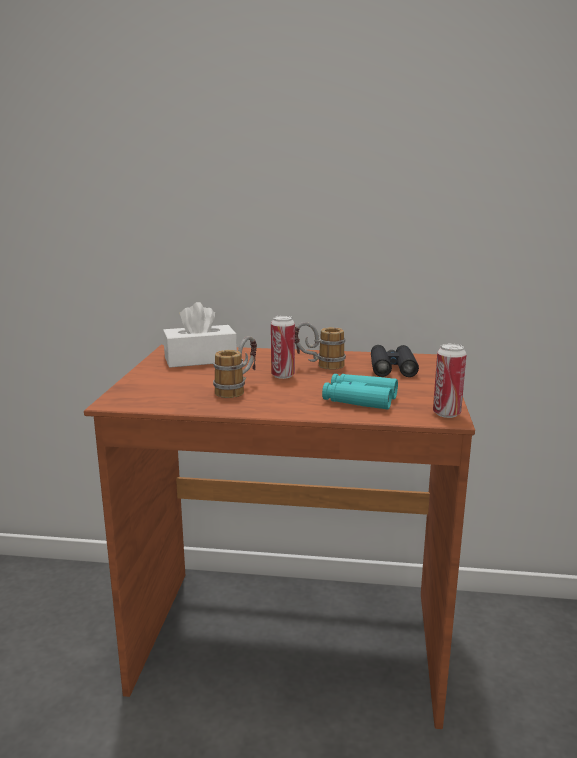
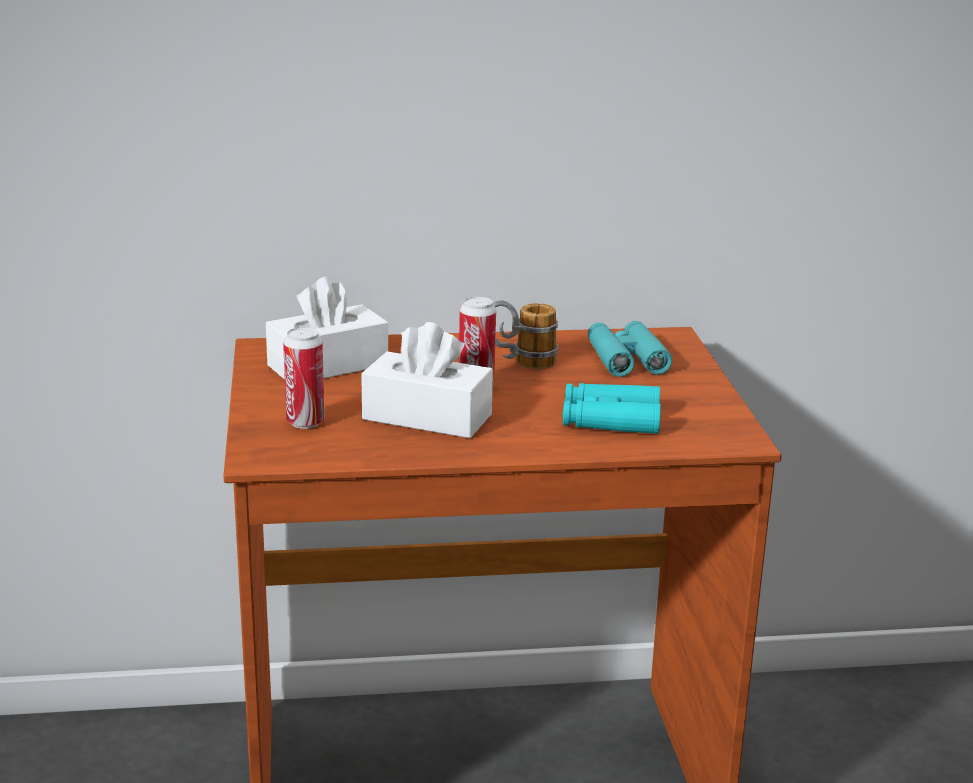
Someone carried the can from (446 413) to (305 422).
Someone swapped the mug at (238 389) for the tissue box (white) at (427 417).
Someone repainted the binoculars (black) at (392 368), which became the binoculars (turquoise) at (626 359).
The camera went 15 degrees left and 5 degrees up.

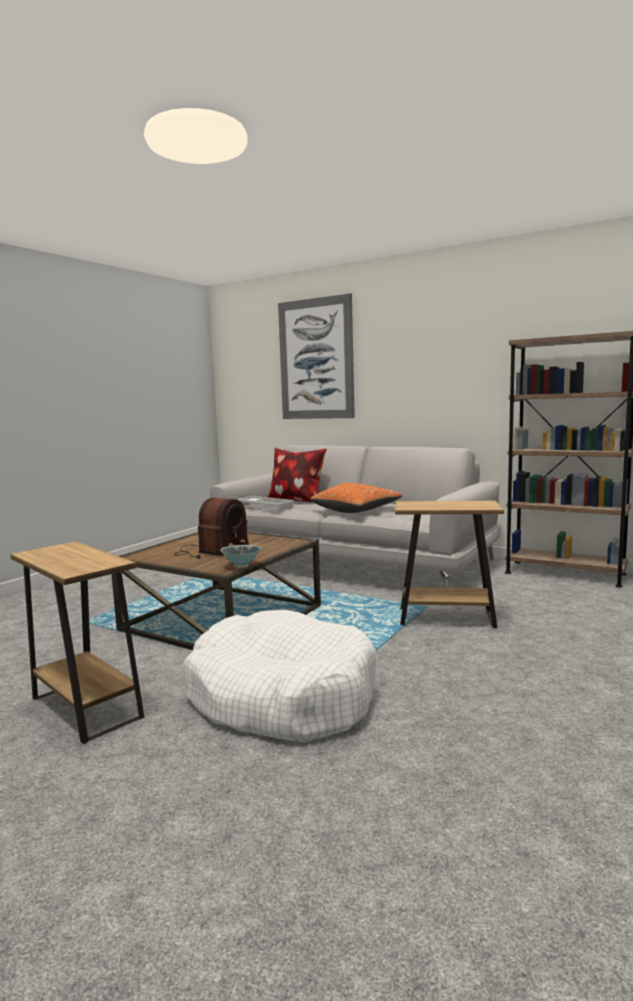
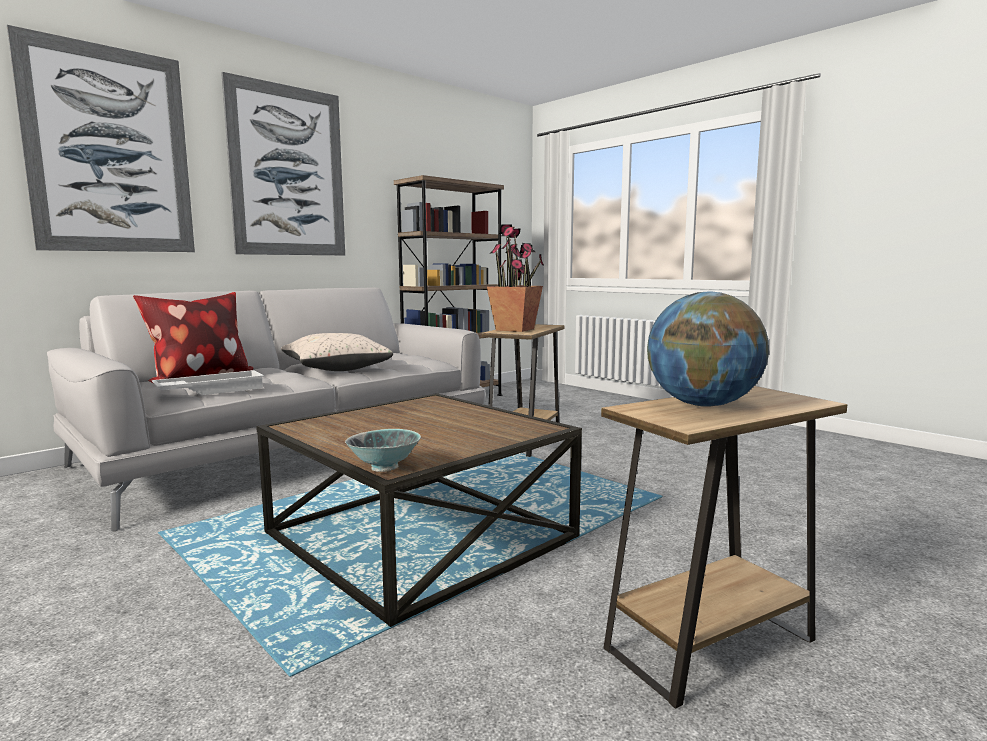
Someone took away the radio at (210 551).
Someone took away the dog bed (white) at (281 696).
Someone put up the picture at (288 172).
Someone put down the potted plant at (515 329).
Someone put down the globe at (702 405).
Someone carried the bowl from (241 566) to (385 468).
Someone repainted the pillow (orange) at (356 510), which became the pillow (beige) at (336 369).
The camera went 75 degrees left and 0 degrees up.

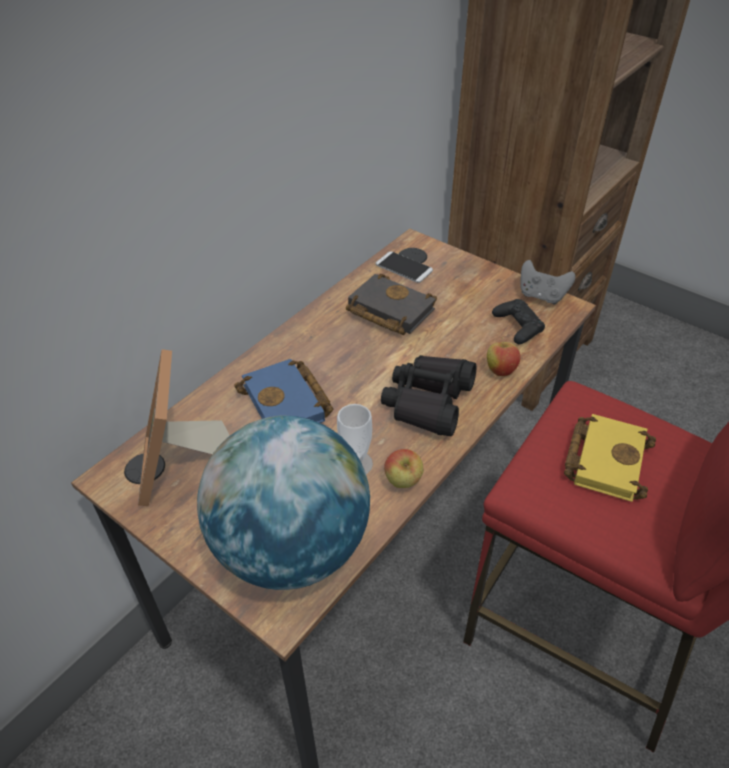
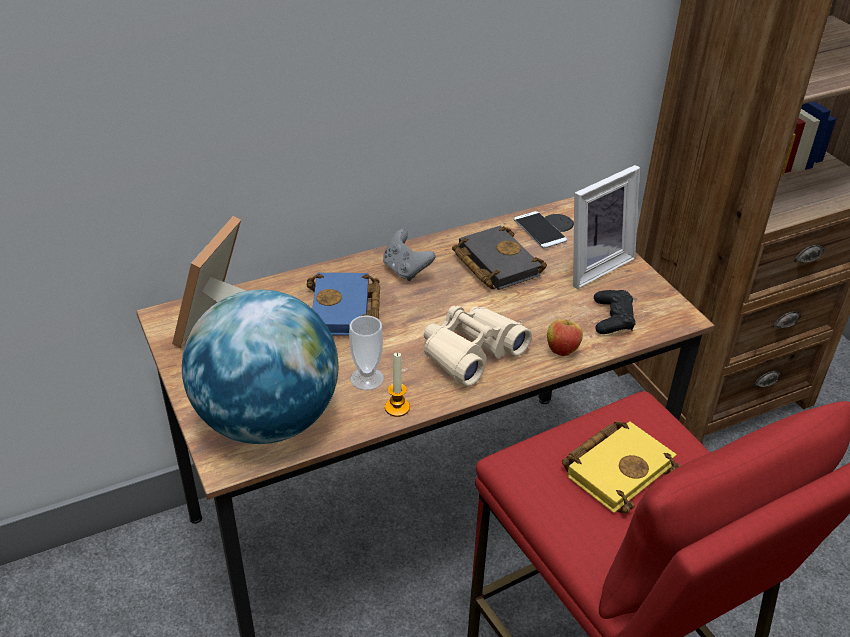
Someone put down the picture frame at (593 265).
Someone carried the game controller (grey) from (541 296) to (406 270).
Someone swapped the apple at (403 482) for the candle at (397 408).
Someone repainted the binoculars (black) at (428 401), which became the binoculars (beige) at (471 352).
The camera went 25 degrees right and 5 degrees down.

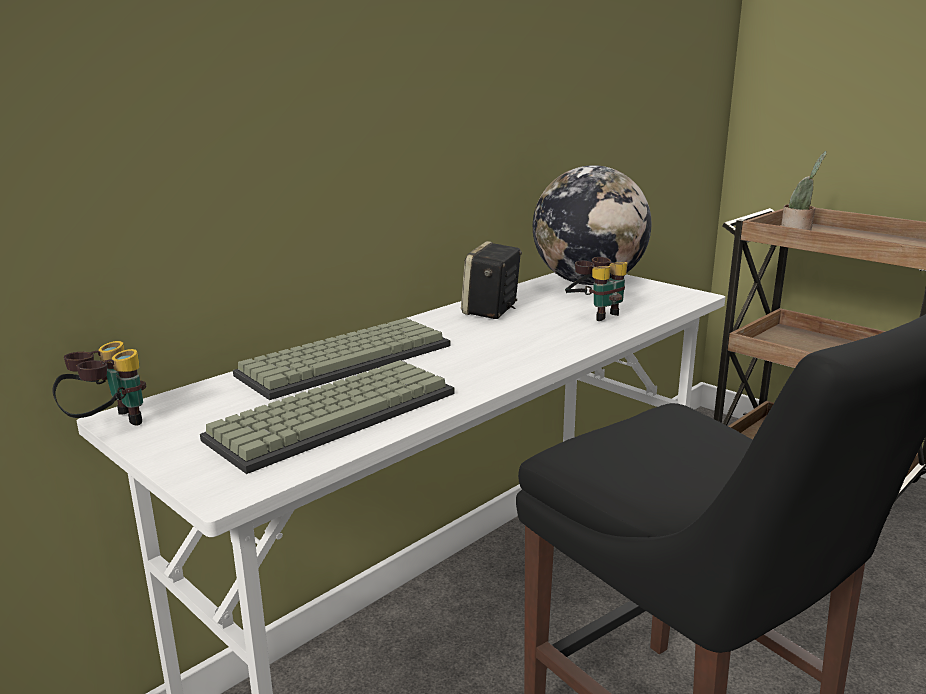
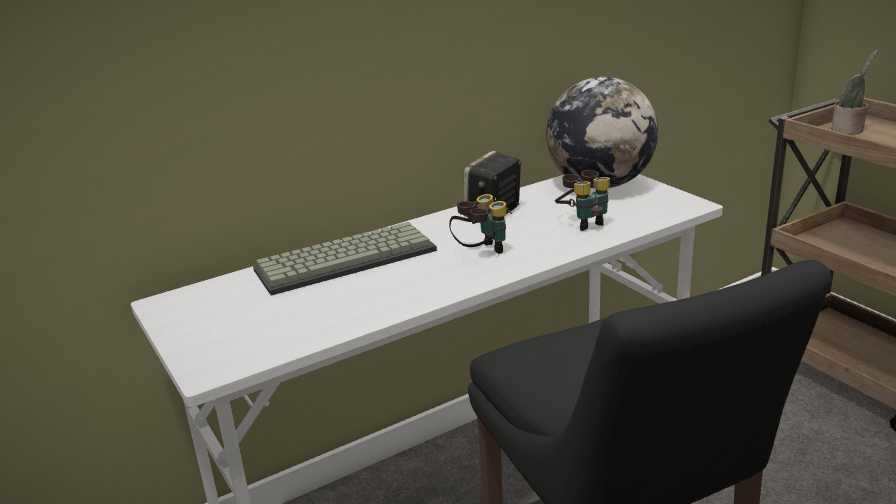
Someone took away the keyboard at (335 413).
Someone carried the binoculars from (108 426) to (480 253).
The camera went 15 degrees right and 5 degrees up.

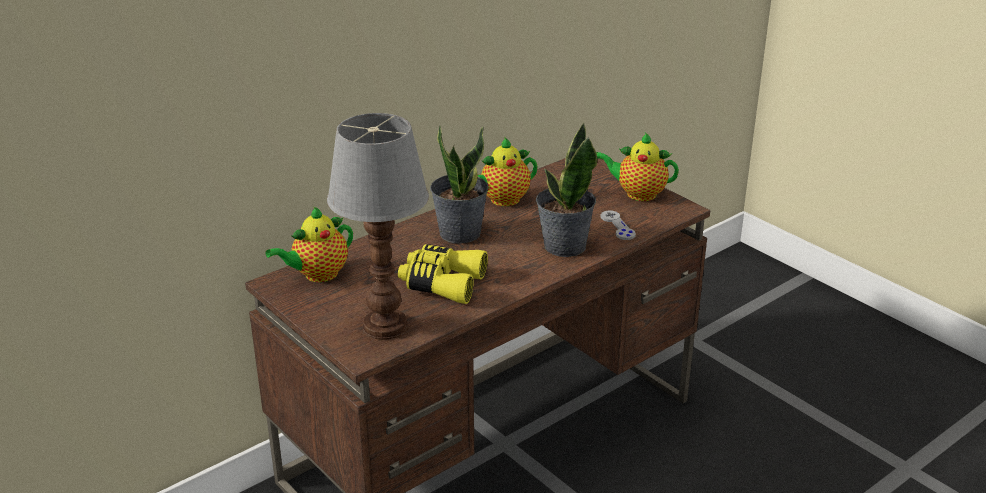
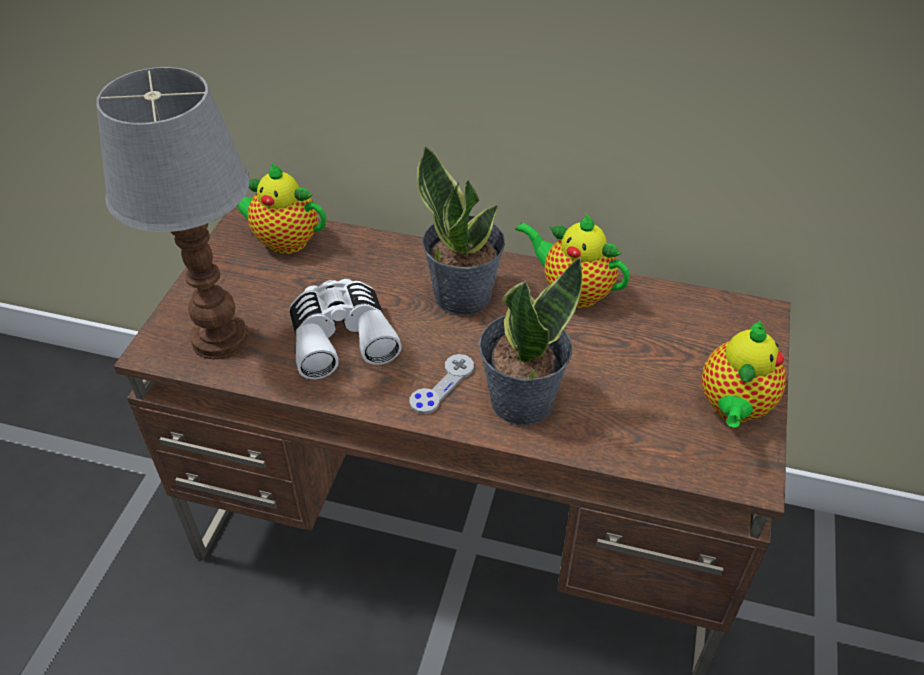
Someone carried the game controller (grey) from (617 226) to (442 385).
Someone repainted the binoculars (yellow) at (441 283), which became the binoculars (white) at (341 336).
Someone rotated the teapot at (637 194) by 135 degrees counterclockwise.
The camera went 55 degrees right and 15 degrees up.

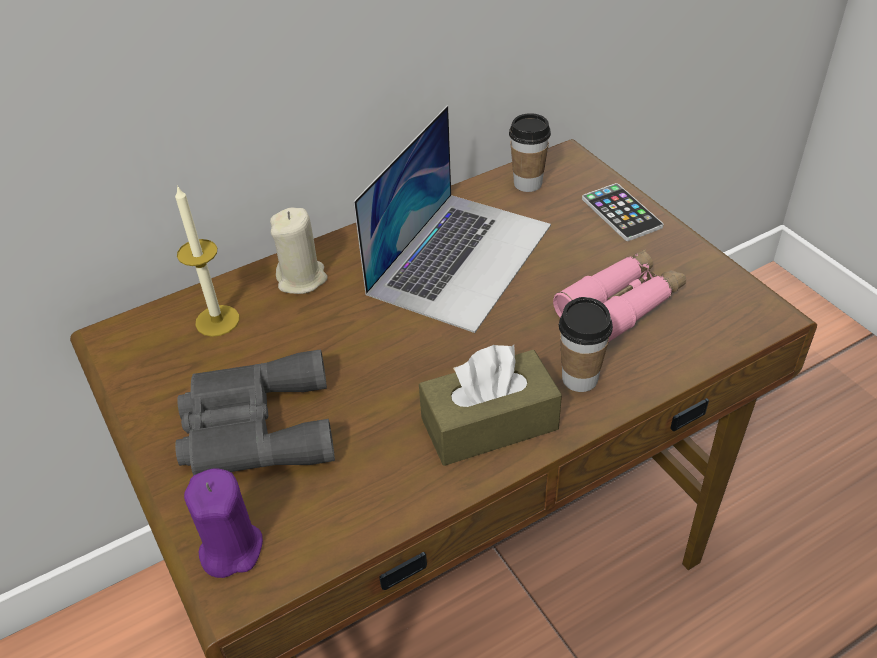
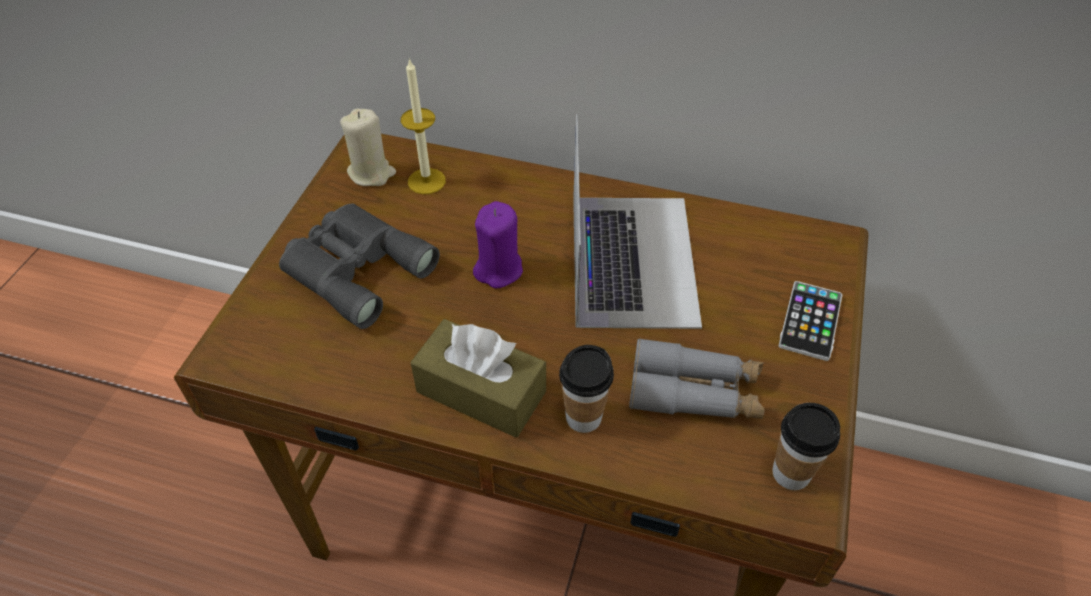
Someone carried the candle (purple) from (231 548) to (498 269).
Someone carried the candle (beige) from (302 279) to (371 173).
Someone carried the cup from (527 183) to (791 473).
Someone repainted the binoculars (pink) at (620 306), which became the binoculars (grey) at (695 392).
Someone rotated the laptop at (461 258) by 75 degrees counterclockwise.
The camera went 45 degrees right and 5 degrees up.

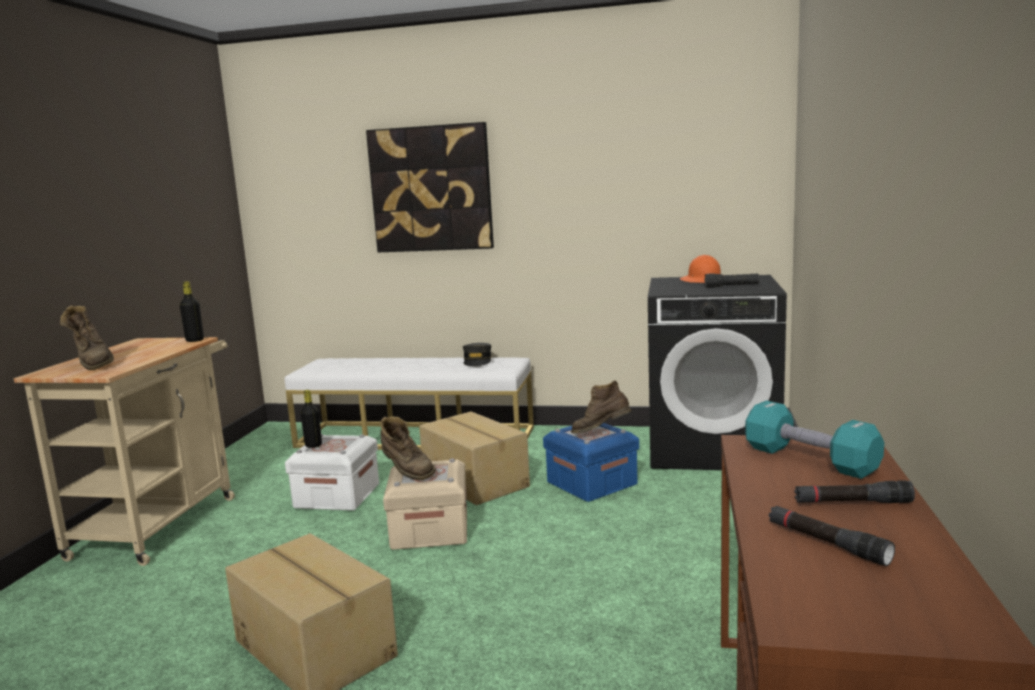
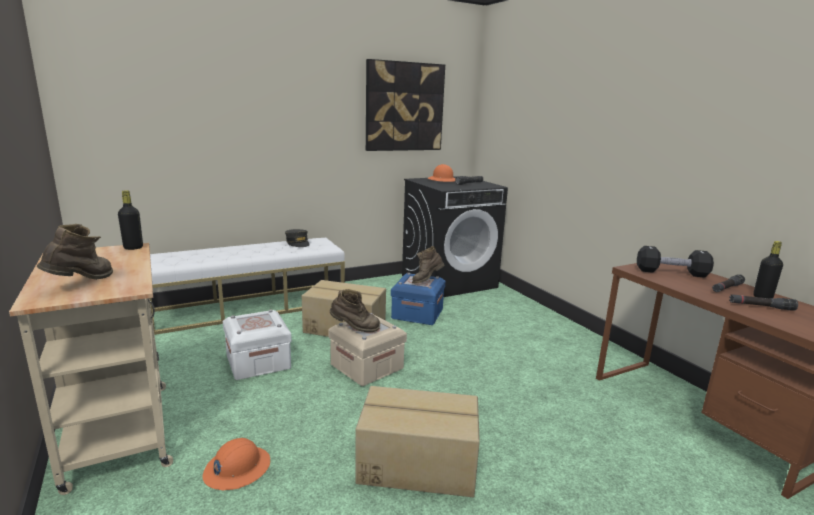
Someone put down the hard hat (orange) at (237 469).
Someone carried the bottle (black) from (313 445) to (762 297).
Someone carried the picture from (431 189) to (404 107).
Someone repainted the dumbbell (turquoise) at (810 460), which became the dumbbell (black) at (671 272).
Someone rotated the boot (brown) at (93 364) by 90 degrees counterclockwise.
The camera went 40 degrees left and 5 degrees up.

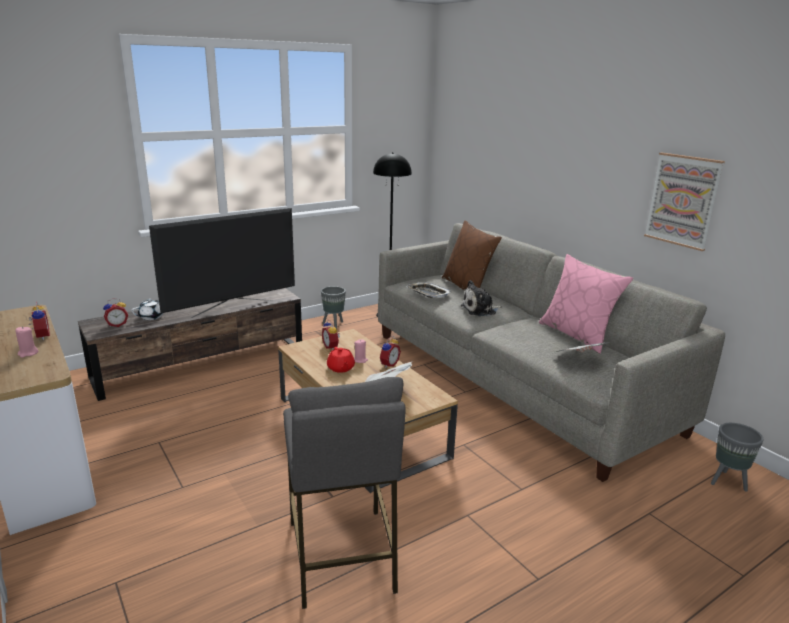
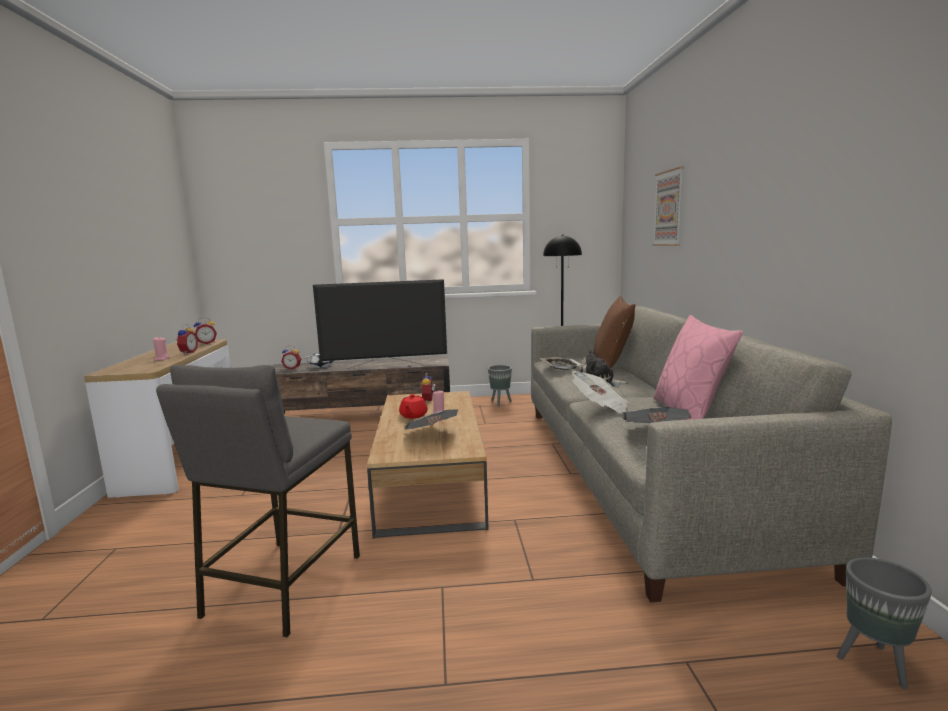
Someone put down the newspaper at (601 407).
Someone carried the alarm clock from (388 364) to (207 343).
Someone carried the picture from (683 200) to (668 208).
The camera went 30 degrees right and 10 degrees down.

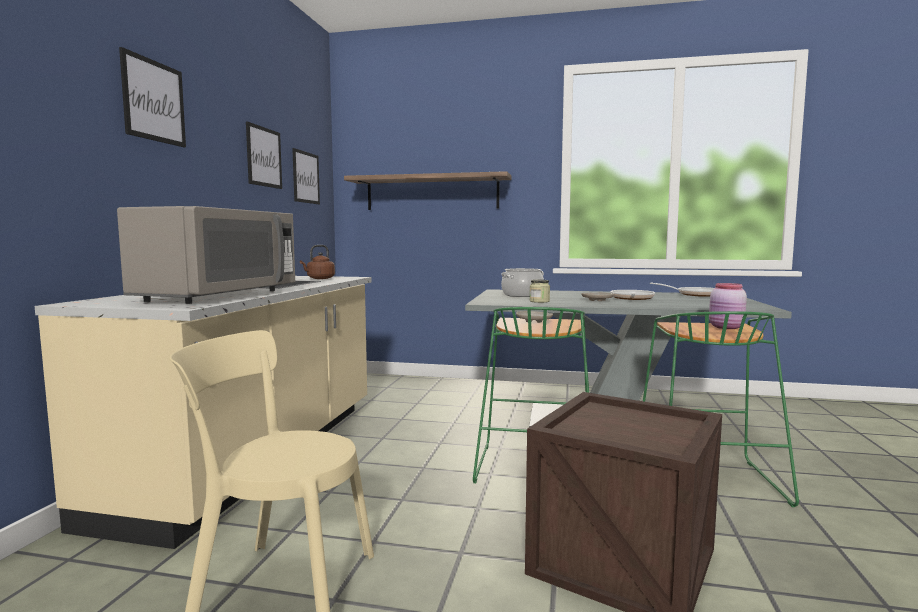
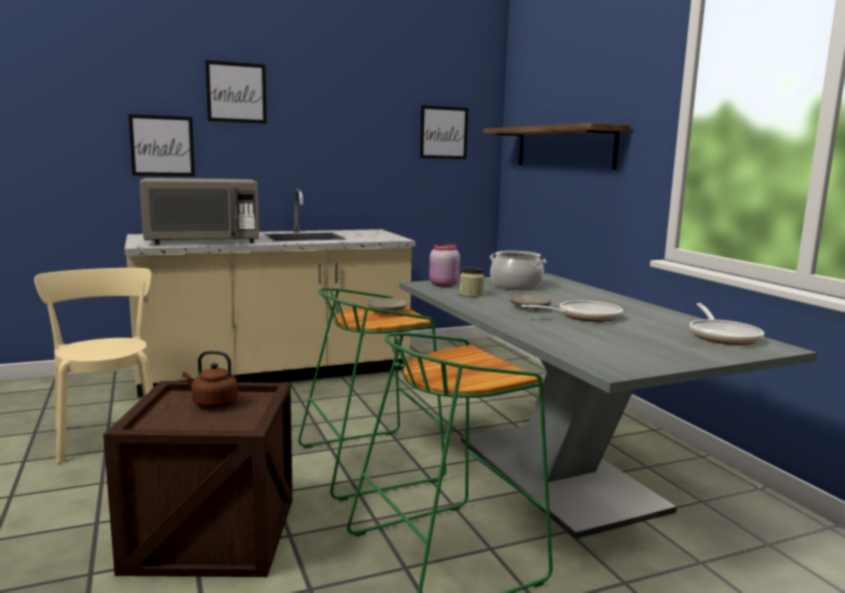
Someone carried the picture from (264 157) to (162 146).
Someone carried the kettle (brown) from (319 278) to (212 404).
Someone carried the jar (pink) from (726 327) to (442 285).
The camera went 55 degrees right and 5 degrees up.

